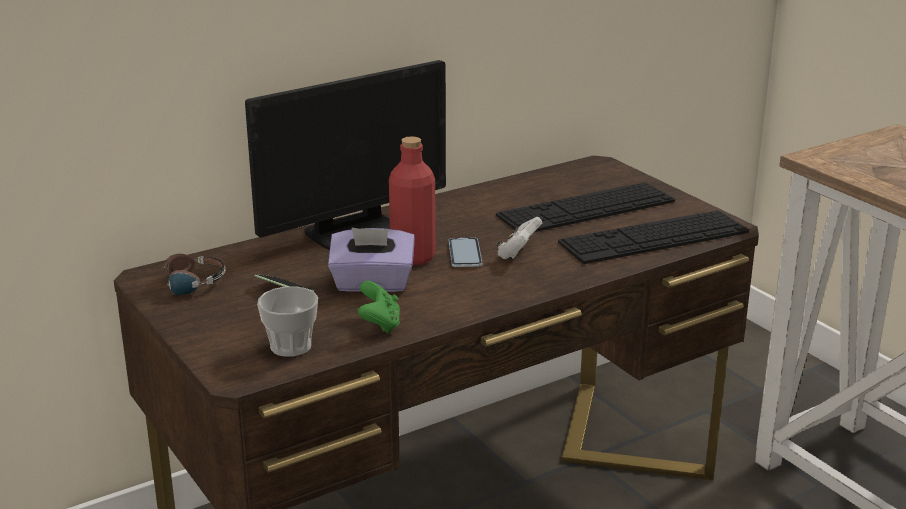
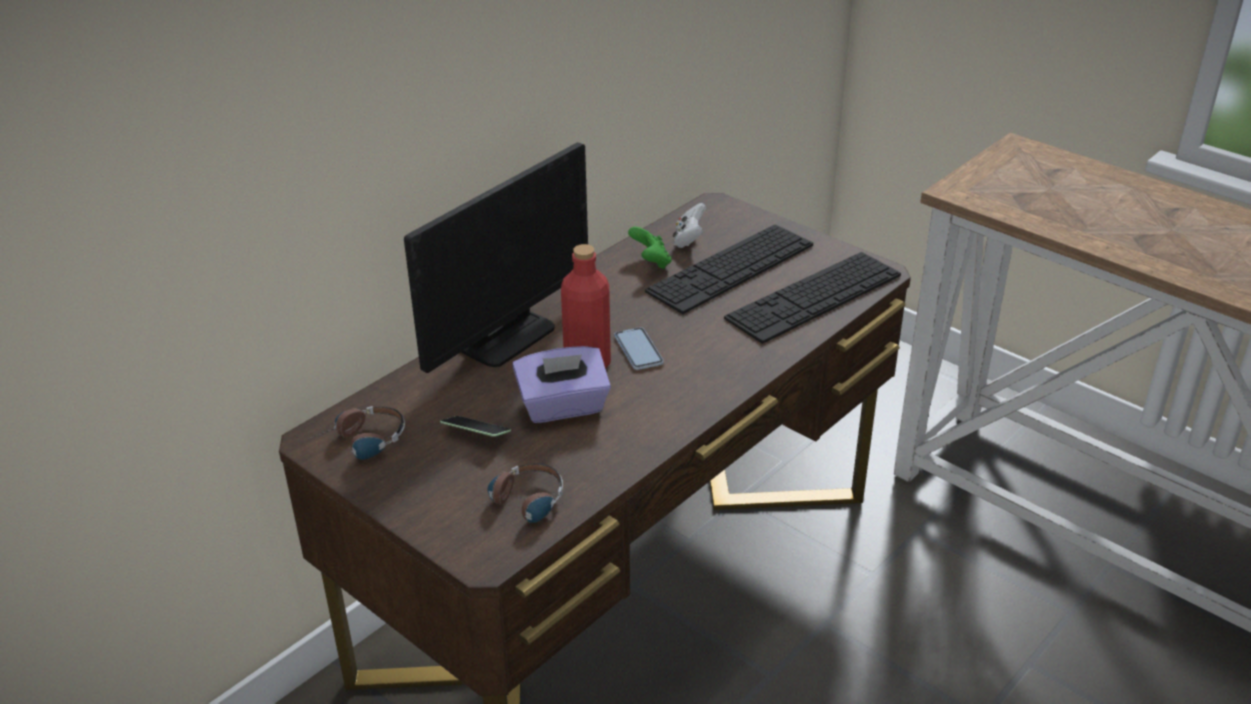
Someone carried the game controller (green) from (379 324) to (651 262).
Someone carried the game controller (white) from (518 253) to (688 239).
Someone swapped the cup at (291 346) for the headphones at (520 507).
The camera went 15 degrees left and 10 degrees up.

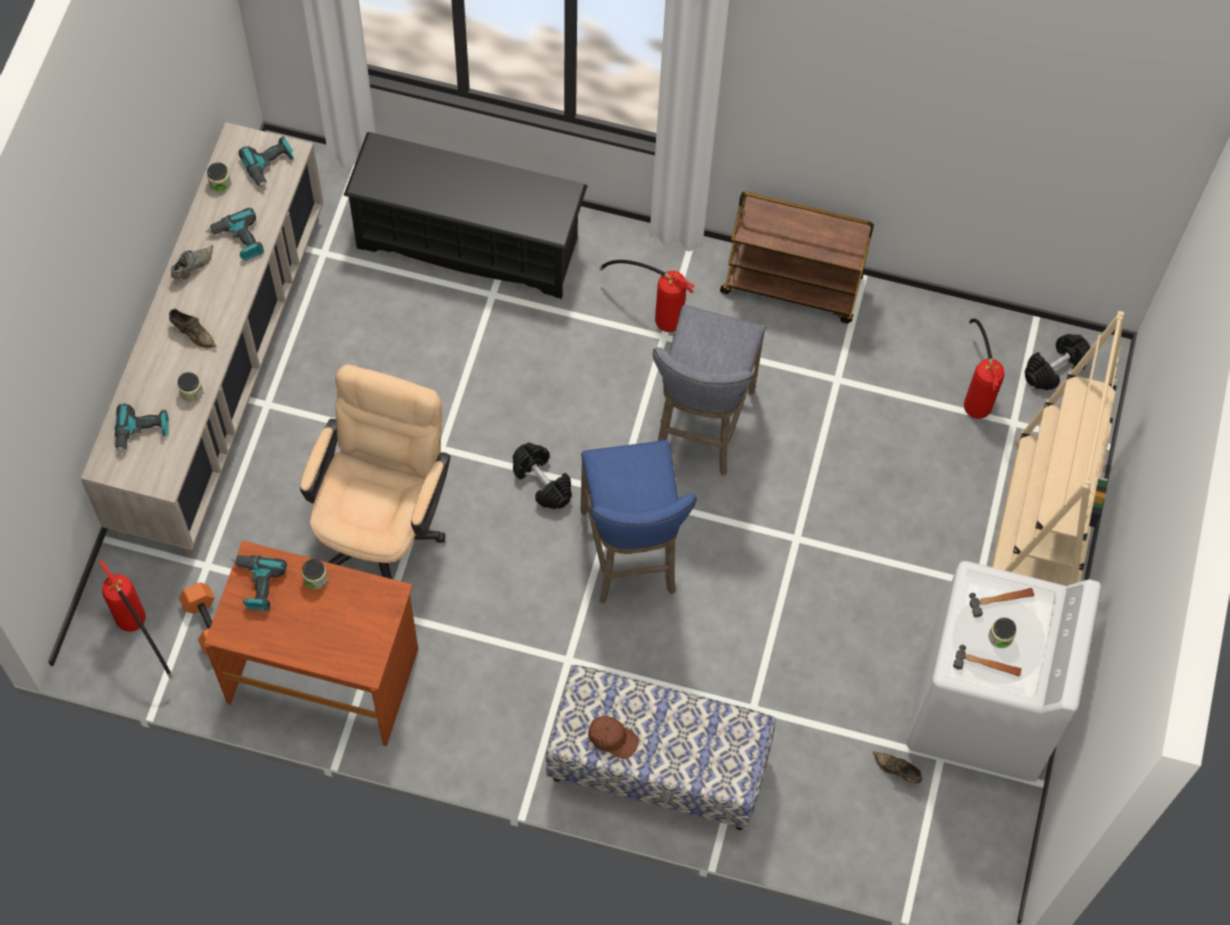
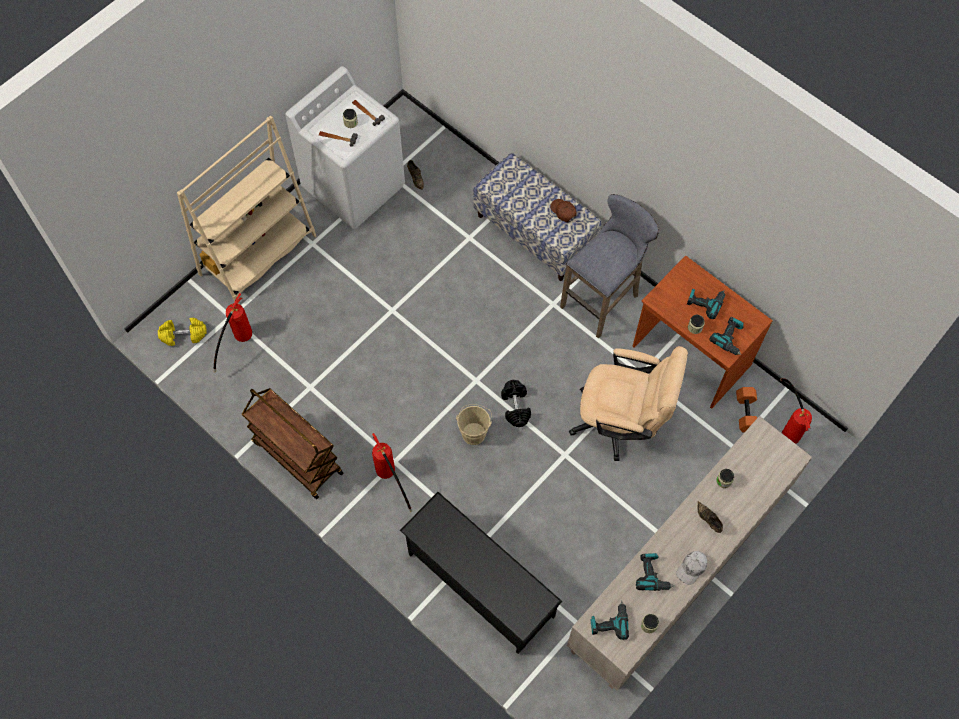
Someone took away the stool (blue) at (630 557).
Someone put down the bucket (beige) at (474 431).
Someone carried the power drill from (142 432) to (705 302).
Someone carried the stool (grey) from (701 428) to (602 299).
Someone swapped the shoe (grey) at (192 268) for the cap (white) at (692 568).
Someone repainted the dumbbell (black) at (1055 368), which became the dumbbell (yellow) at (184 335).
Someone rotated the office chair (beige) at (382 526) by 120 degrees counterclockwise.
The camera went 150 degrees left and 0 degrees up.

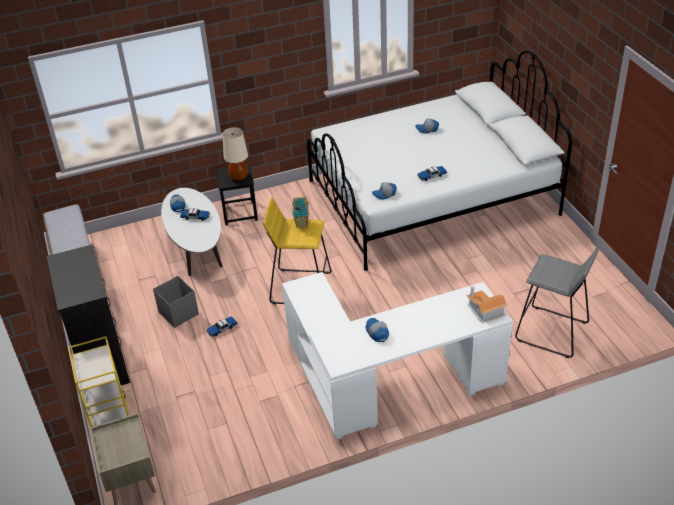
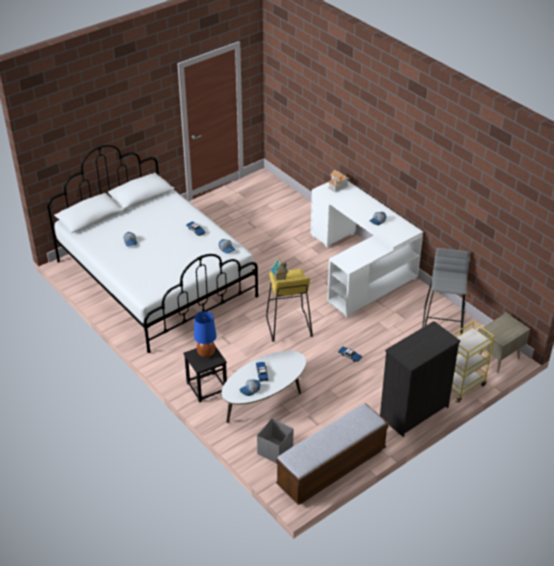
Someone carried the storage box (grey) from (178 313) to (274 451).
Someone carried the stool (grey) from (552 332) to (443 321).
Someone repainted the table lamp (beige) at (238 177), which became the table lamp (blue) at (206 353).
The camera went 110 degrees left and 0 degrees up.

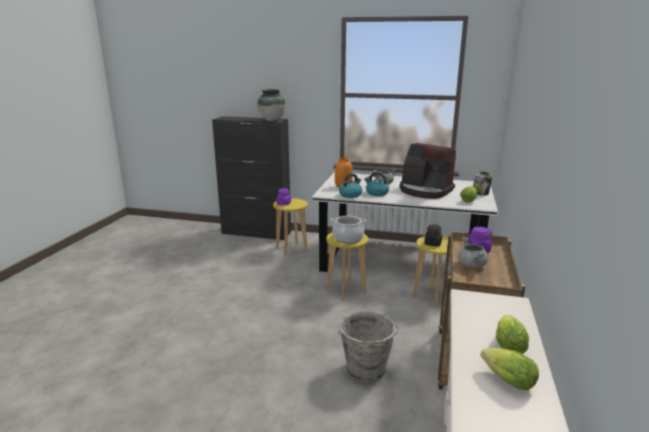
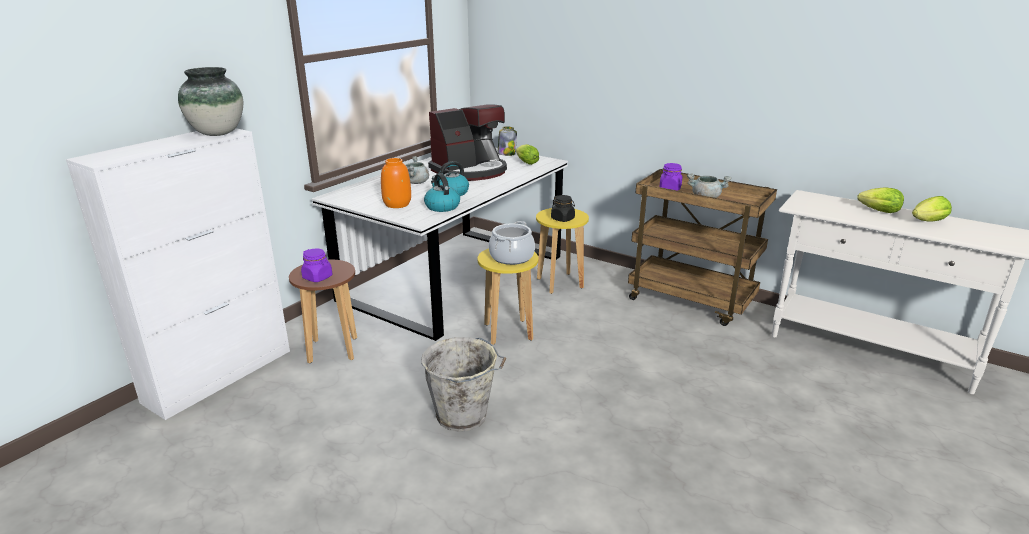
Someone carried the bucket (grey) from (366 371) to (464 416).
Someone repainted the cabinet (black) at (256 233), which became the cabinet (white) at (220 375).
Someone repainted the stool (yellow) at (291 248), which became the stool (brown) at (332 350).
The camera went 70 degrees left and 5 degrees up.

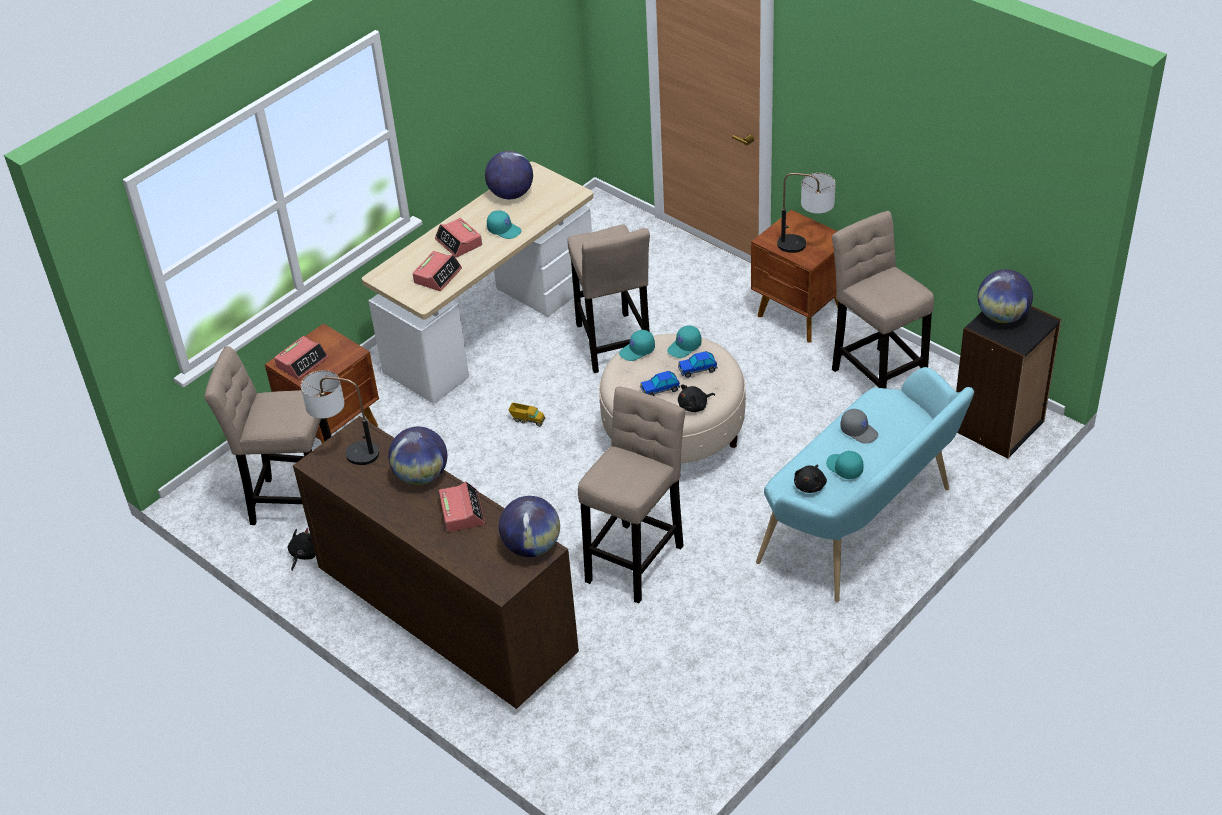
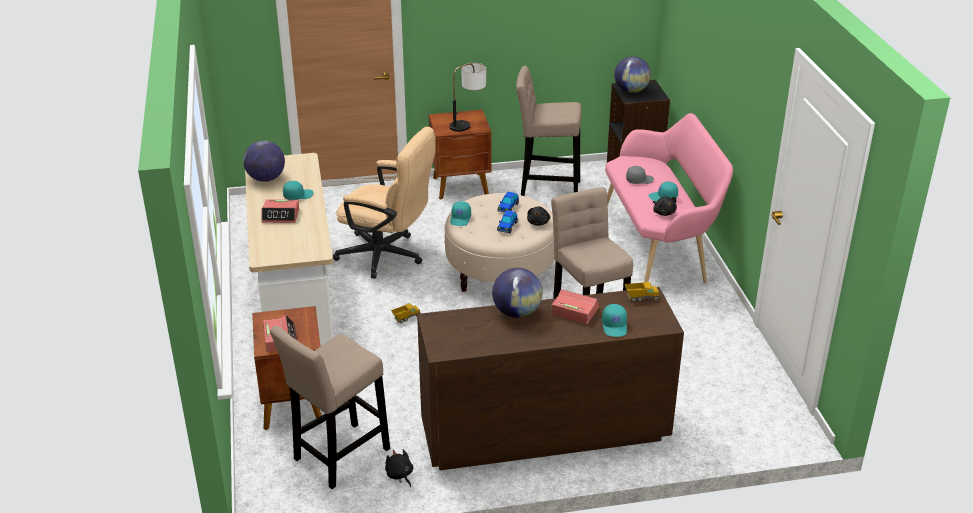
Someone took away the table lamp at (346 452).
Someone took away the alarm clock at (438 276).
Someone carried the cap (turquoise) from (684 347) to (615 326).
Someone swapped the globe at (532 546) for the toy truck at (641 298).
Someone swapped the stool (beige) at (613 346) for the office chair (beige) at (387 256).
Someone repainted the bench (turquoise) at (864 528), which became the bench (pink) at (659 248).
The camera went 55 degrees left and 10 degrees down.

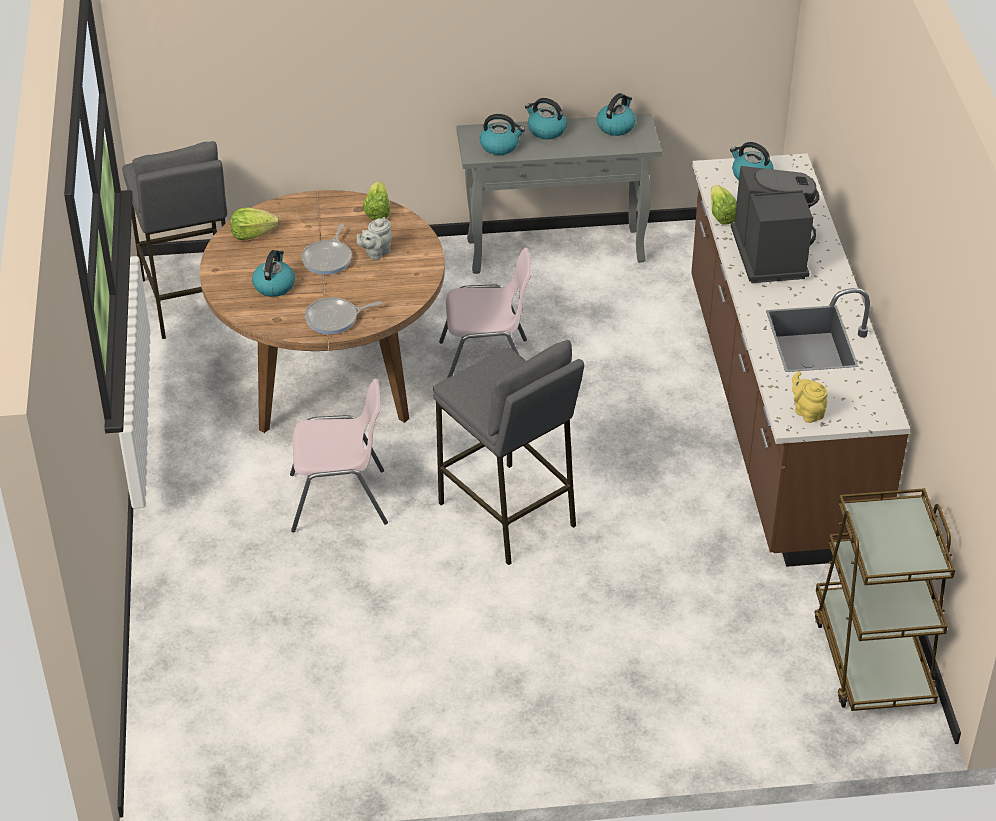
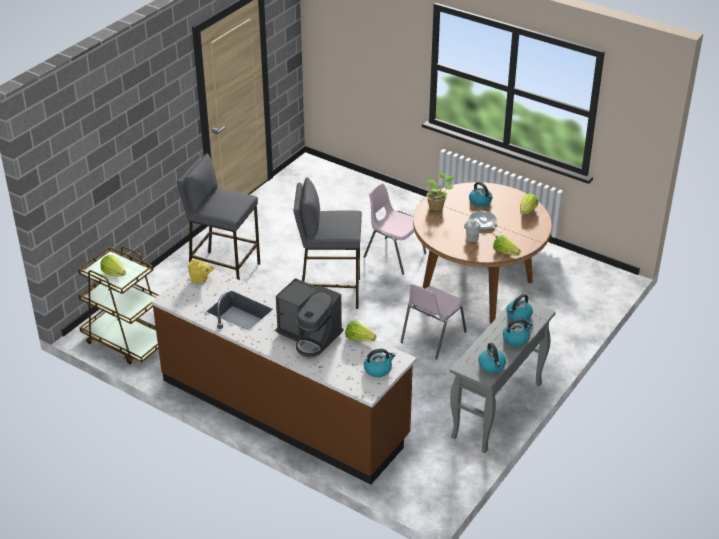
Someone put down the lettuce at (114 273).
Someone carried the stool (grey) from (190 301) to (224 270).
Someone swapped the frying pan at (335 319) for the potted plant at (437 206).
Someone rotated the chair (pink) at (340 500) by 90 degrees clockwise.
The camera went 130 degrees right and 5 degrees down.

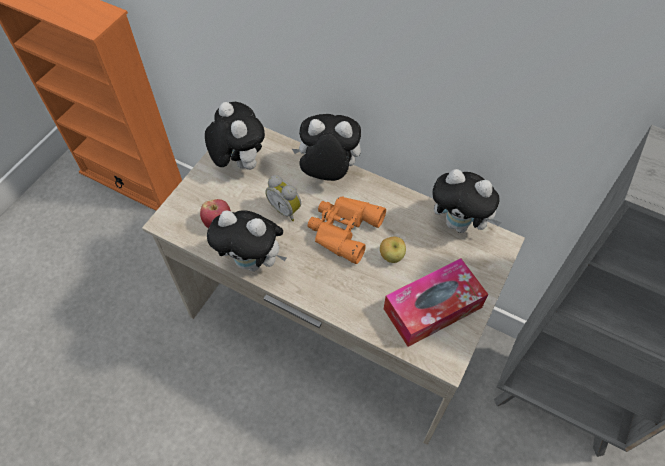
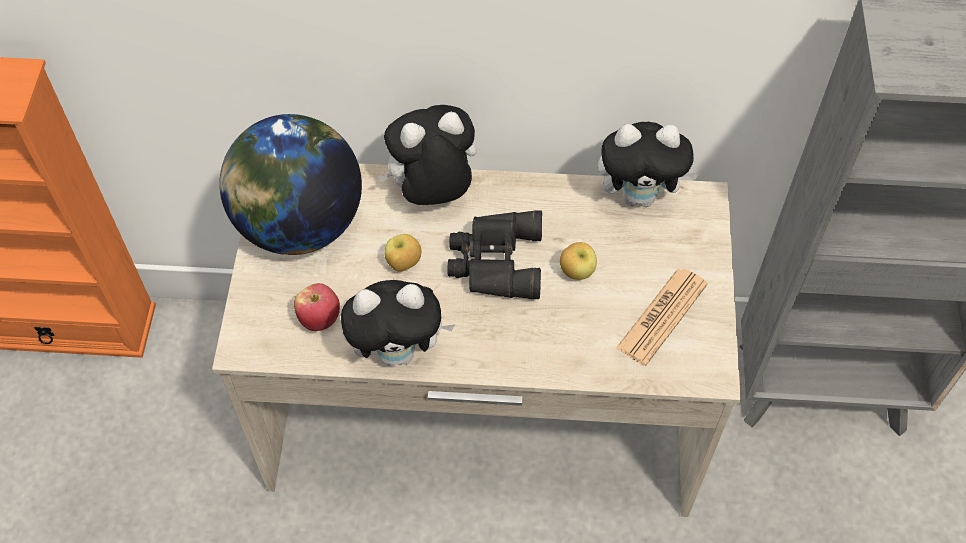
Someone swapped the plush toy at (238 162) for the globe at (299 224).
Someone swapped the alarm clock at (286 209) for the apple at (403 264).
Someone swapped the tissue box at (432 308) for the newspaper at (662 316).
Someone repainted the binoculars (orange) at (342 229), which became the binoculars (black) at (494 261).
The camera went 25 degrees left and 0 degrees up.

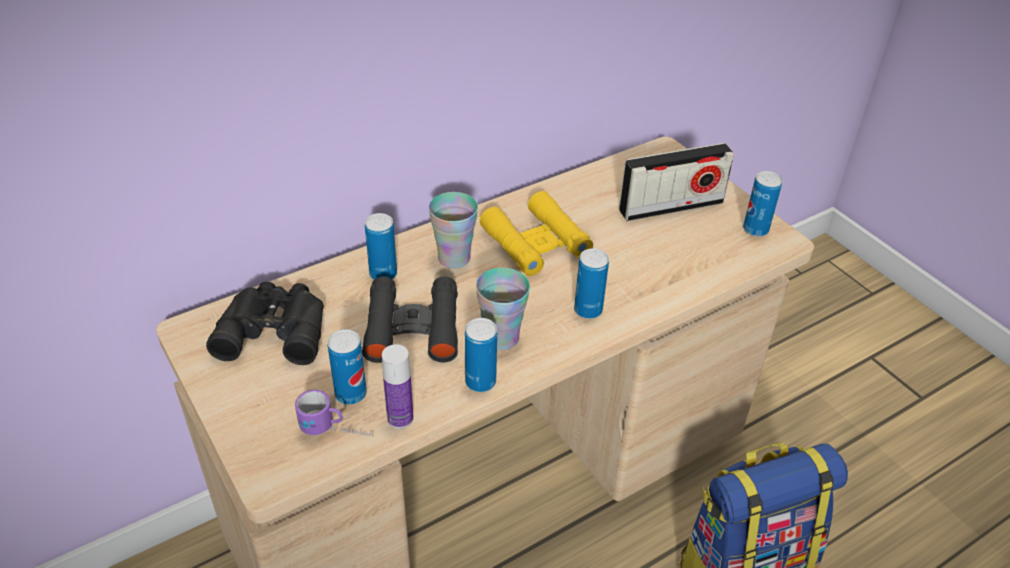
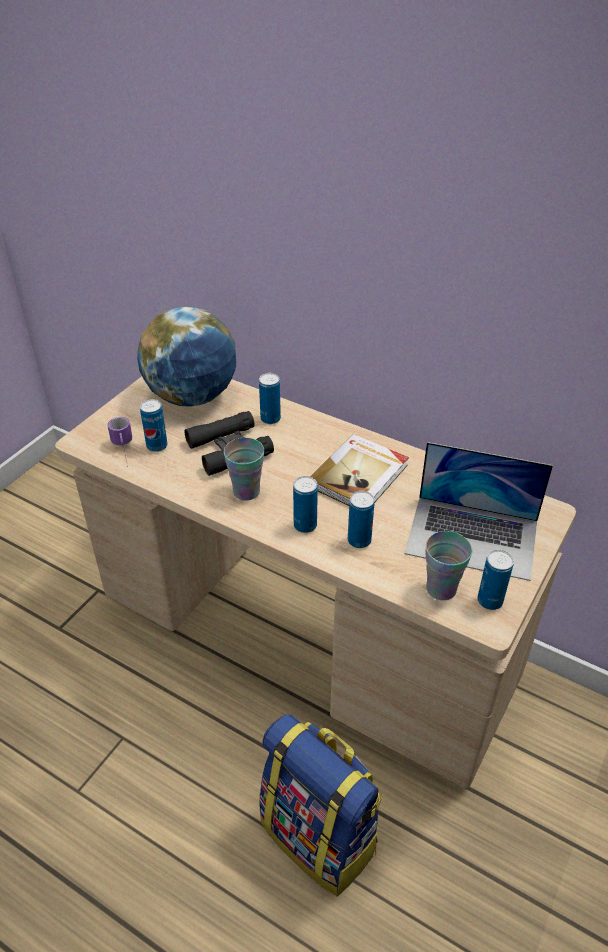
Someone took away the bottle at (400 418).
Someone carried the cup from (454 258) to (441 589).
Someone carried the can from (480 382) to (359 540).
Someone swapped the binoculars (black) at (274 328) for the globe at (192 396).
Someone swapped the binoculars (yellow) at (535 242) for the book at (359 475).
Someone swapped the radio at (671 206) for the laptop at (472 537).
The camera went 65 degrees right and 0 degrees up.

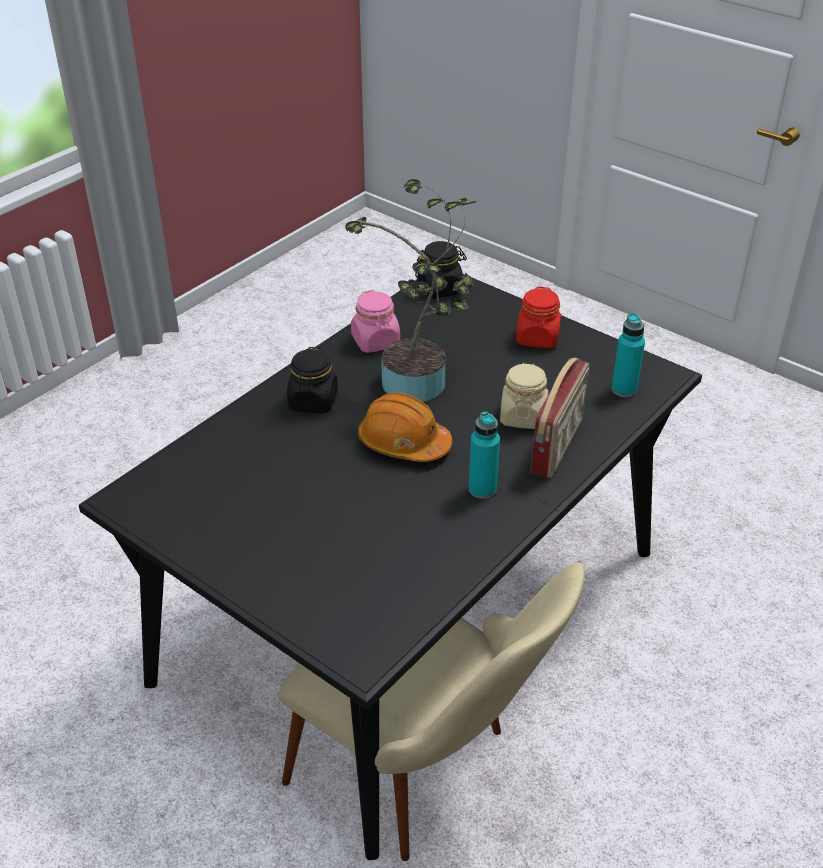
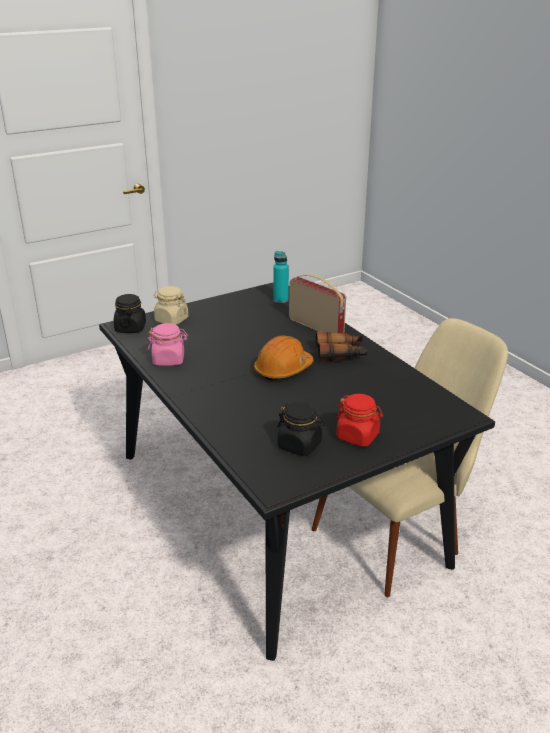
Someone took away the potted plant at (419 386).
Someone carried the jar (black) from (313 401) to (300 445).
Someone carried the jar (beige) from (523 416) to (171 320).
Someone carried the jar (red) from (537 338) to (358 436).
Someone swapped the bottle (turquoise) at (482 489) for the binoculars at (340 354).
The camera went 70 degrees left and 10 degrees down.

